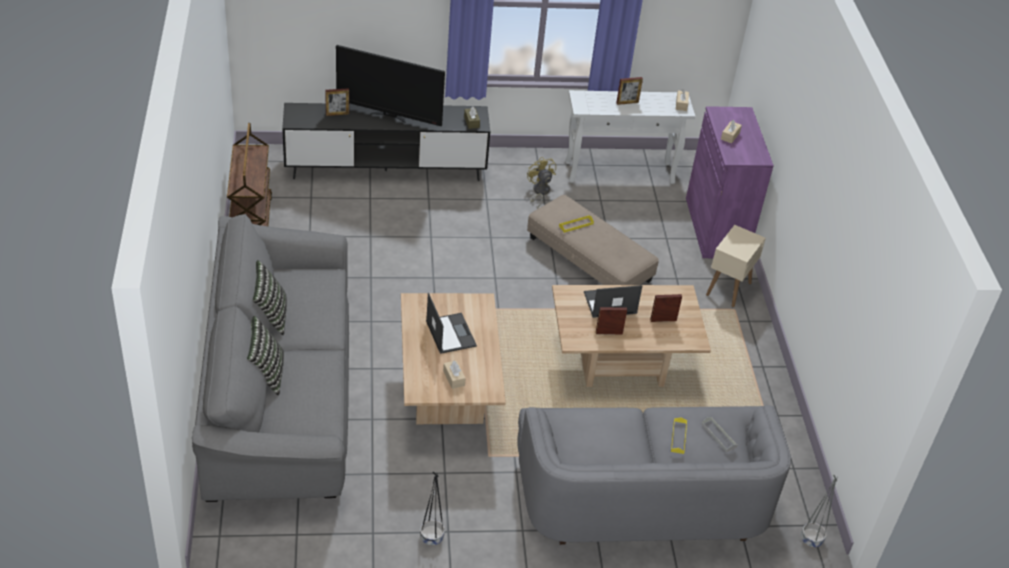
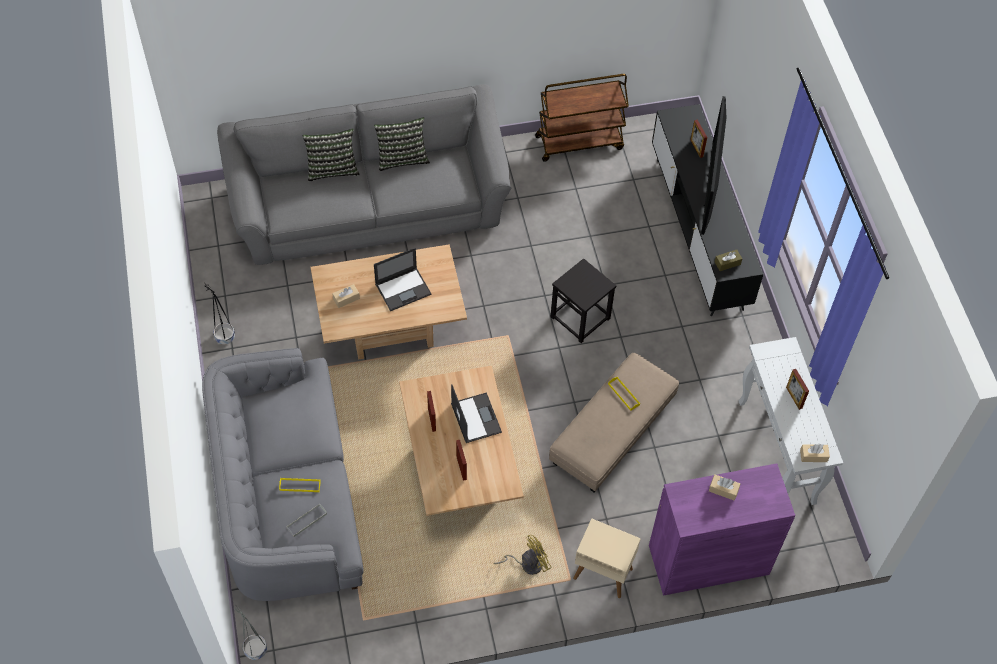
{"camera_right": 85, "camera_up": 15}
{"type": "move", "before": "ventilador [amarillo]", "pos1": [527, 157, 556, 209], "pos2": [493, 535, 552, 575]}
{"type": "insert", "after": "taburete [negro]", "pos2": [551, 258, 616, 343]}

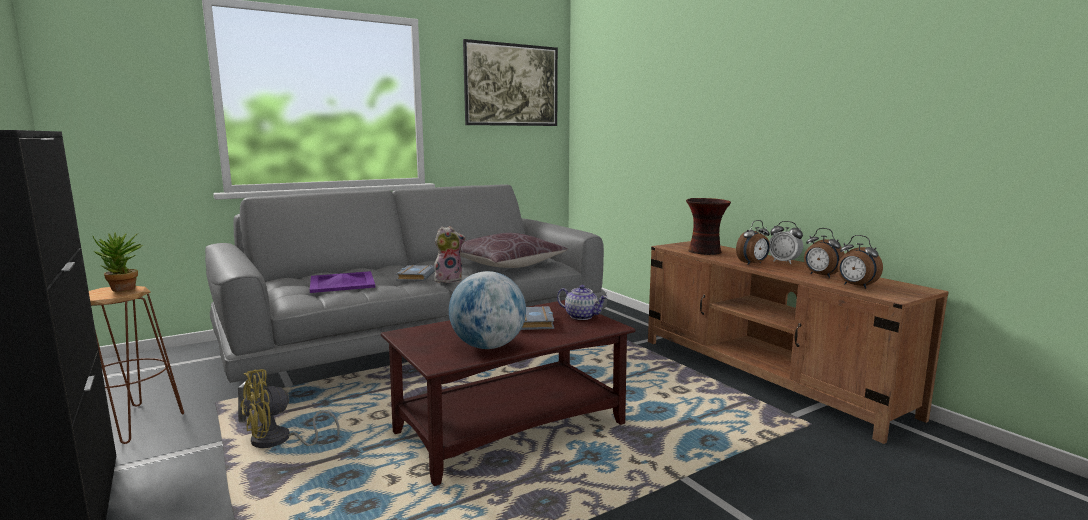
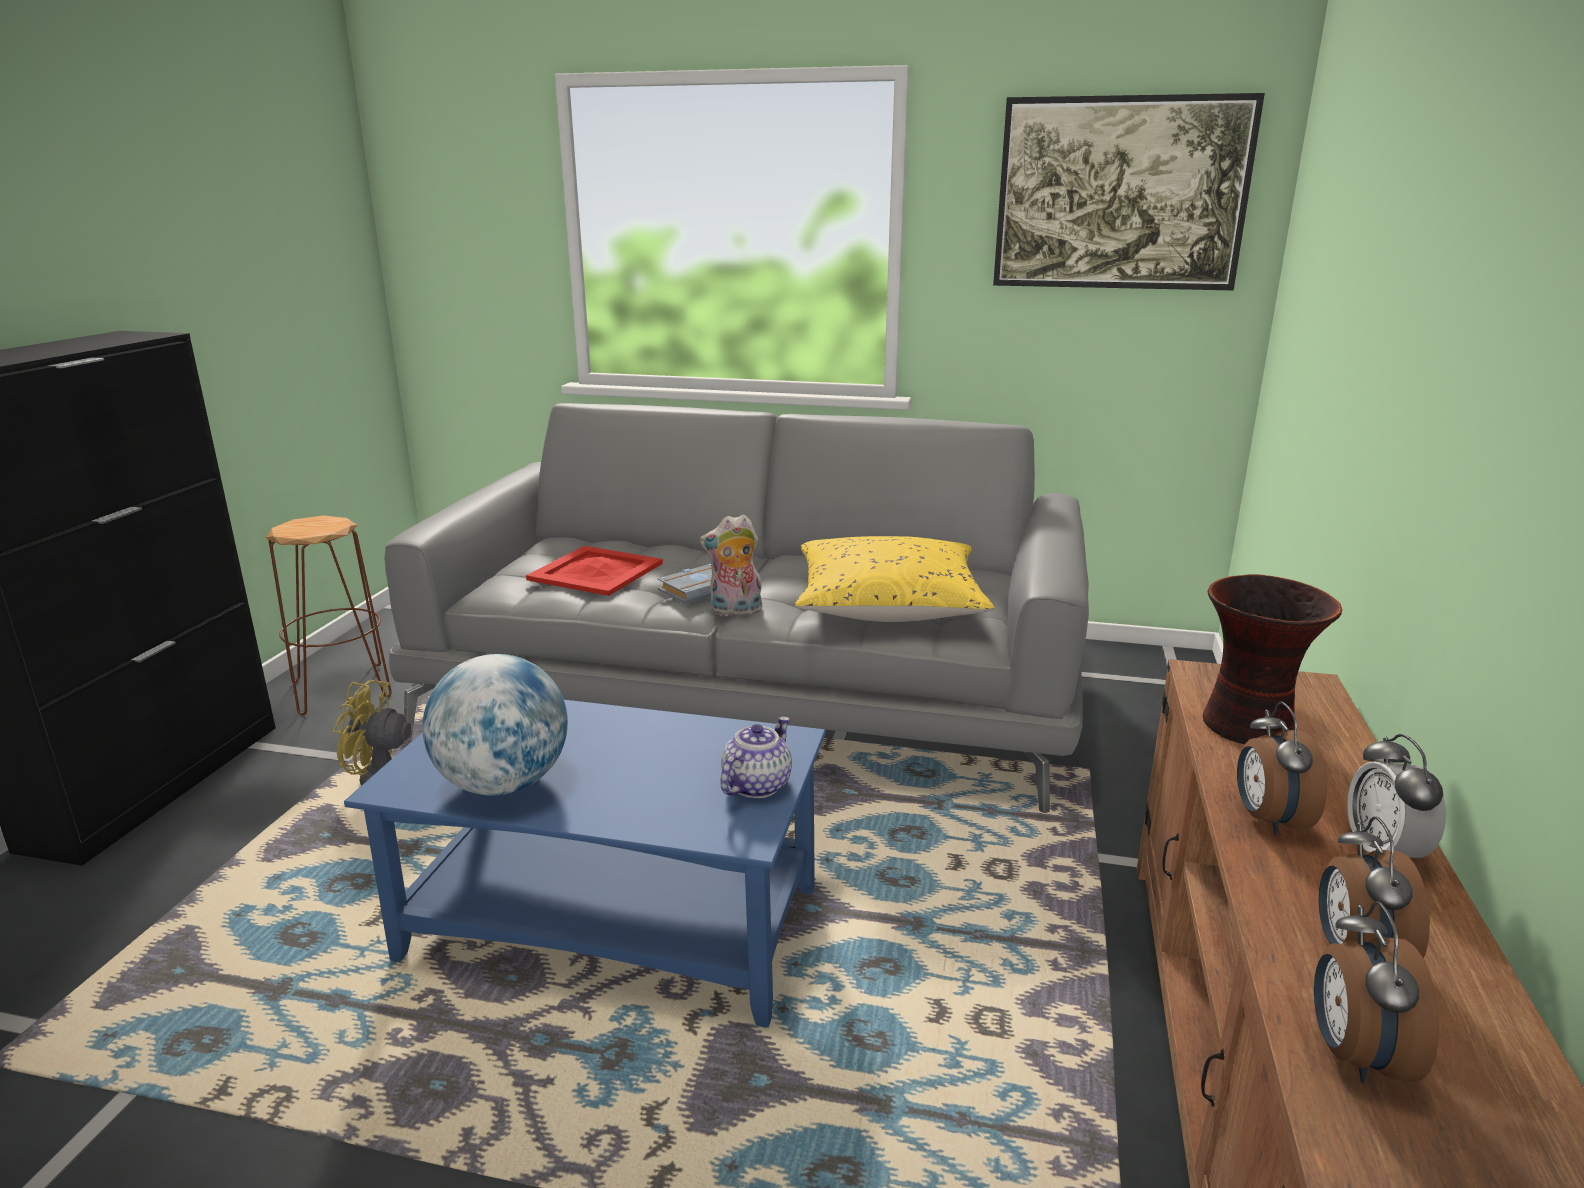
{"camera_right": 45, "camera_up": 10}
{"type": "recolor", "before": "mesa de centro [marrón]", "after": "mesa de centro [azul]", "pos1": [381, 300, 635, 486], "pos2": [344, 700, 826, 1028]}
{"type": "recolor", "before": "bandeja [morado]", "after": "bandeja [rojo]", "pos1": [310, 271, 376, 293], "pos2": [526, 546, 663, 596]}
{"type": "rotate", "before": "peluche", "pos1": [434, 226, 466, 283], "pos2": [700, 514, 762, 616], "turn": 150}
{"type": "rotate", "before": "tetera", "pos1": [557, 285, 608, 320], "pos2": [721, 717, 792, 798], "turn": -135}
{"type": "recolor", "before": "cojín [marrón]", "after": "cojín [amarillo]", "pos1": [461, 233, 568, 268], "pos2": [795, 536, 994, 622]}
{"type": "rotate", "before": "despertador", "pos1": [736, 220, 770, 265], "pos2": [1237, 702, 1327, 835], "turn": 75}
{"type": "delete", "before": "planta en maceta", "pos1": [93, 232, 143, 292]}
{"type": "delete", "before": "libro [gris]", "pos1": [521, 306, 554, 330]}

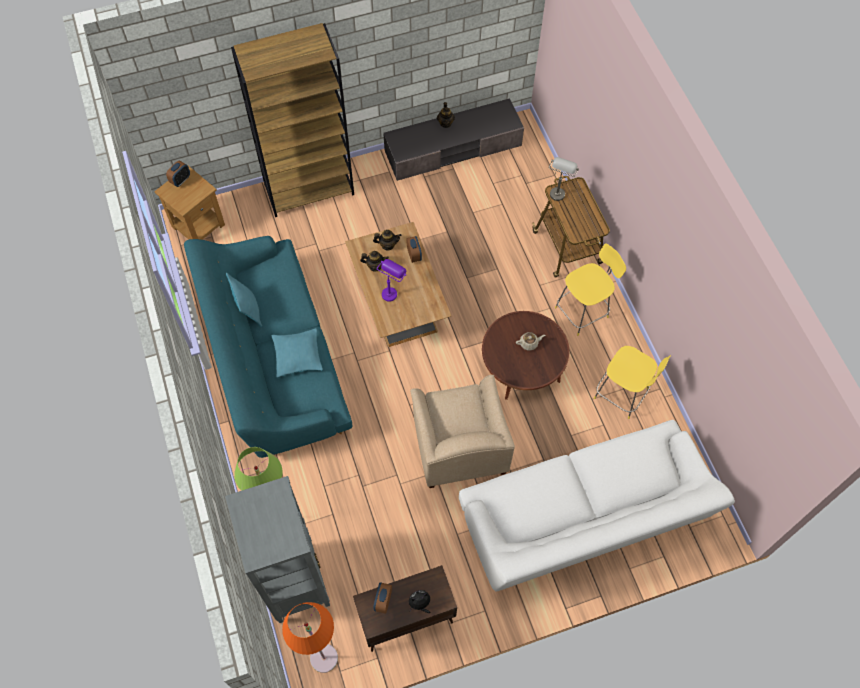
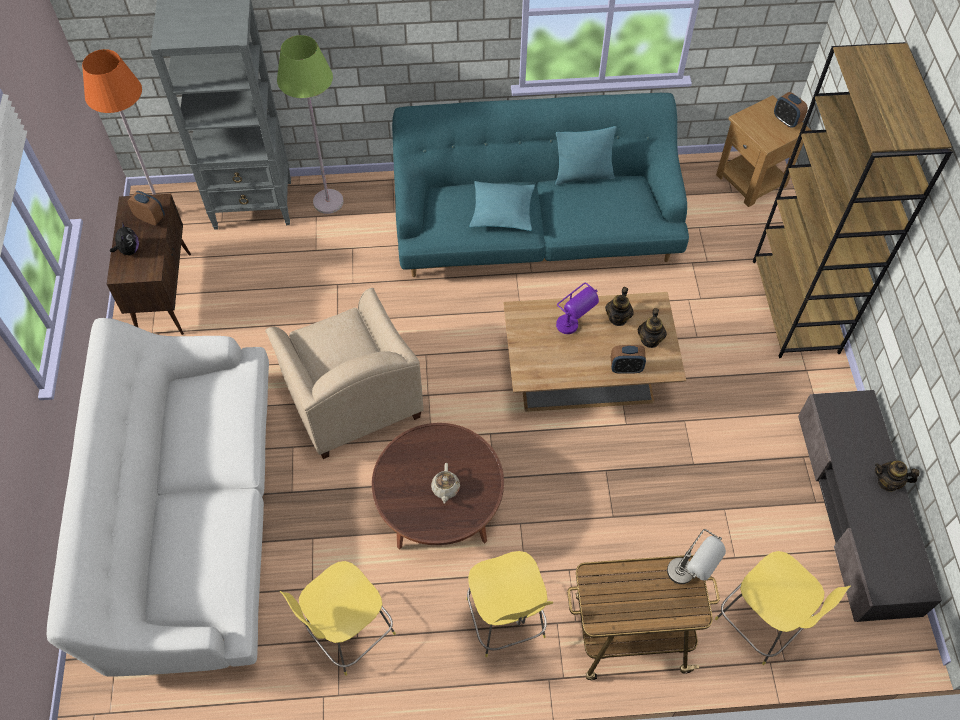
{"camera_right": 105, "camera_up": -5}
{"type": "rotate", "before": "sillón [beis]", "pos1": [410, 375, 515, 488], "pos2": [265, 288, 424, 459], "turn": -120}
{"type": "insert", "after": "taburete [amarillo]", "pos2": [715, 551, 851, 665]}

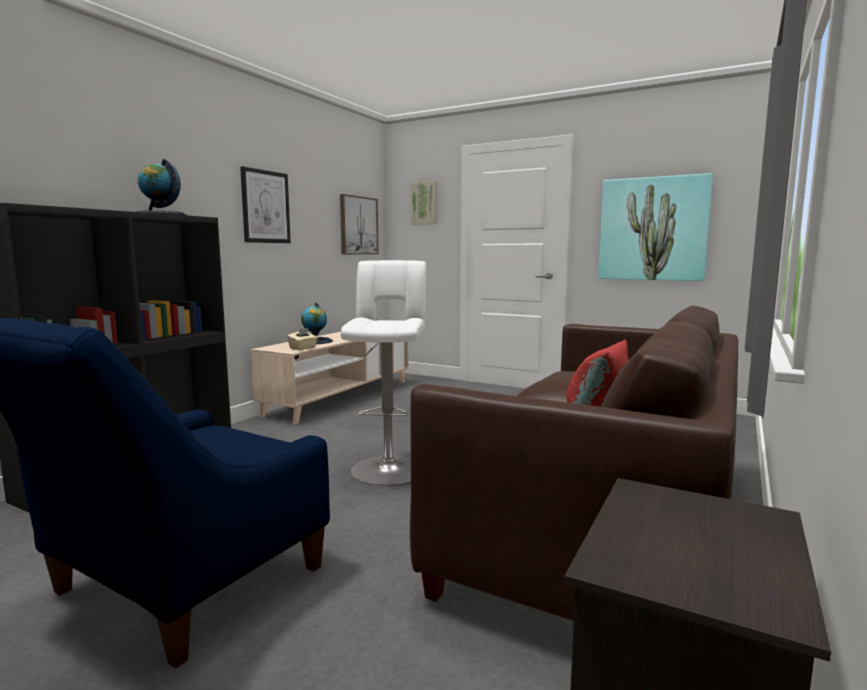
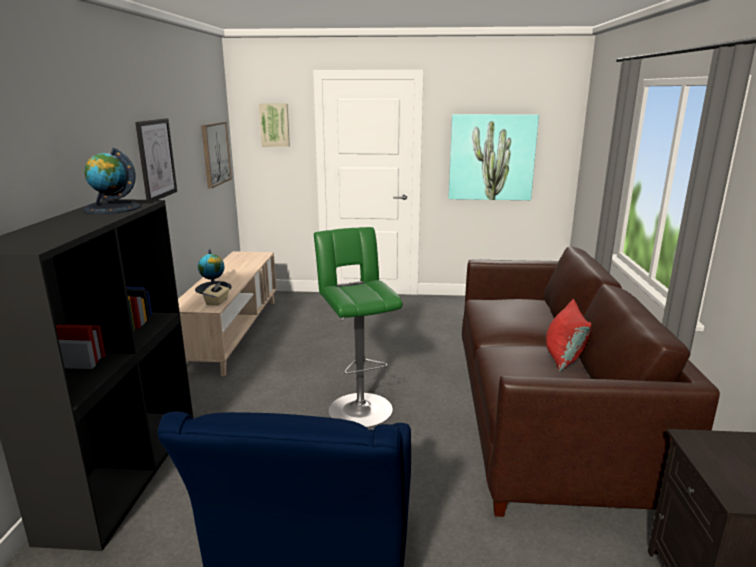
{"camera_right": -25, "camera_up": 10}
{"type": "recolor", "before": "taburete [blanco]", "after": "taburete [verde]", "pos1": [341, 260, 426, 485], "pos2": [314, 227, 403, 428]}

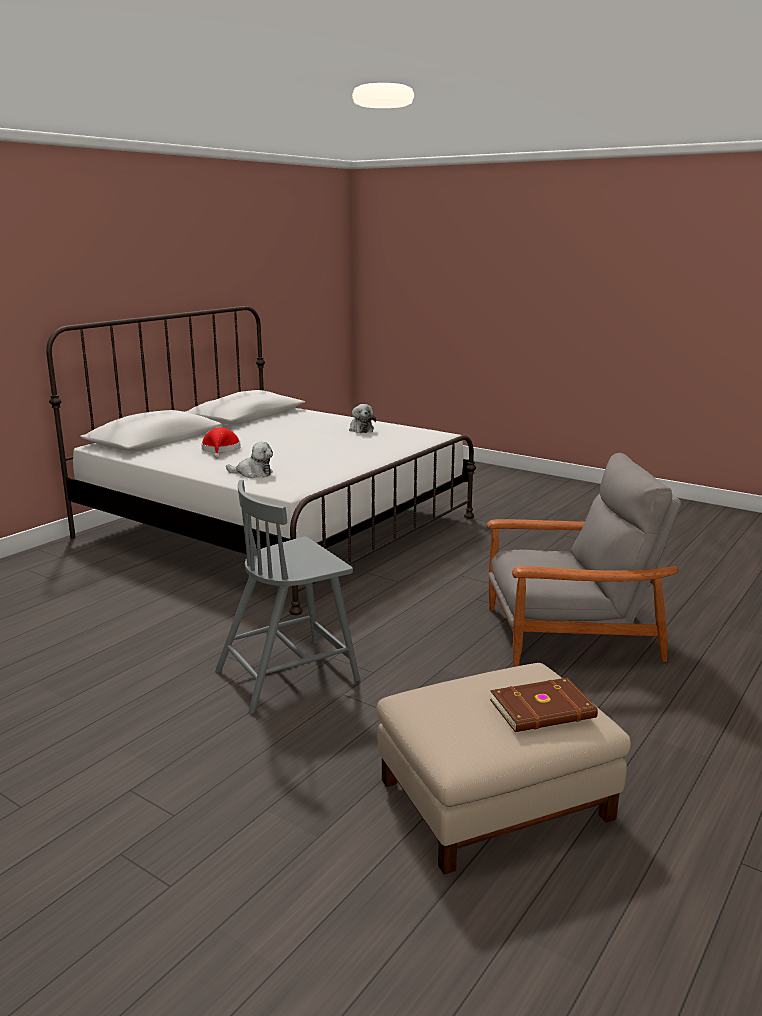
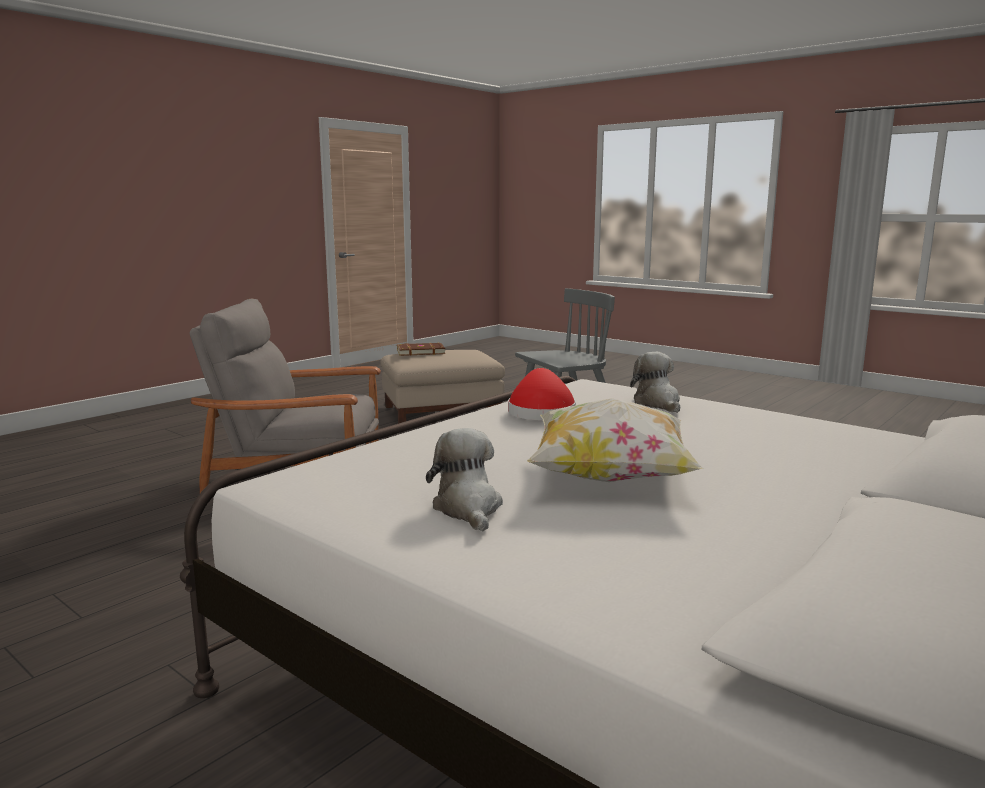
{"camera_right": -175, "camera_up": -5}
{"type": "move", "before": "sombrero [rojo]", "pos1": [201, 427, 241, 459], "pos2": [508, 368, 576, 420]}
{"type": "insert", "after": "cojín", "pos2": [527, 398, 704, 482]}
{"type": "rotate", "before": "peluche", "pos1": [226, 441, 273, 478], "pos2": [630, 352, 680, 413], "turn": 60}

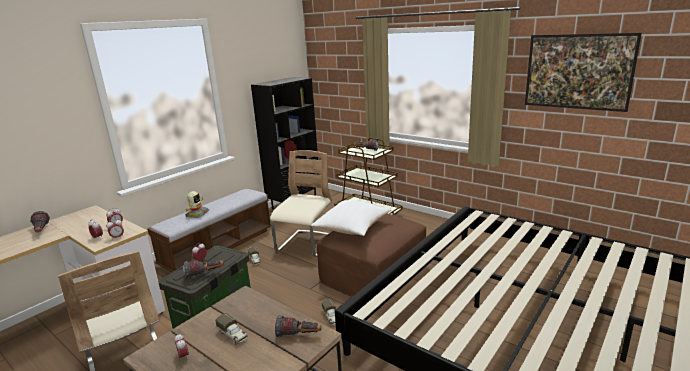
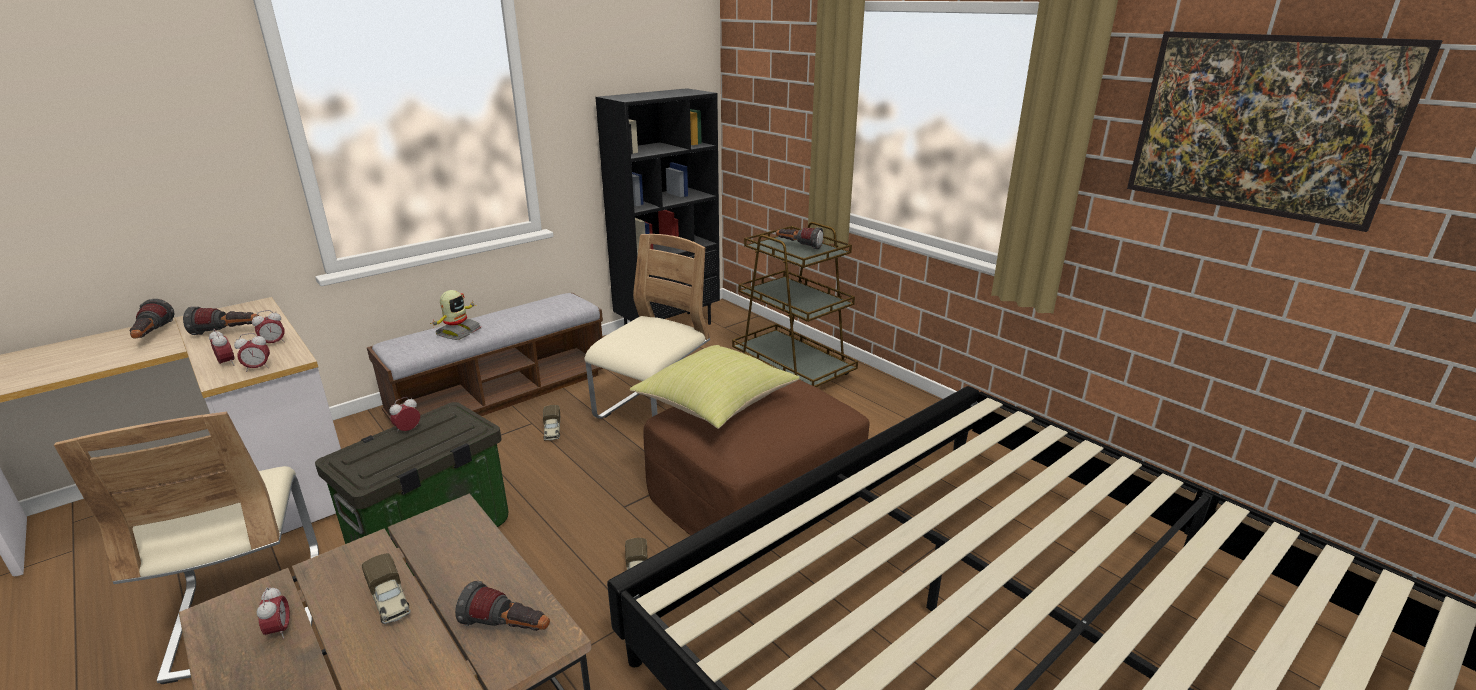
{"camera_right": 10, "camera_up": 5}
{"type": "move", "before": "linterna", "pos1": [183, 260, 224, 279], "pos2": [183, 307, 259, 335]}
{"type": "recolor", "before": "cojín [blanco]", "after": "cojín [amarillo]", "pos1": [311, 200, 391, 236], "pos2": [630, 345, 799, 429]}

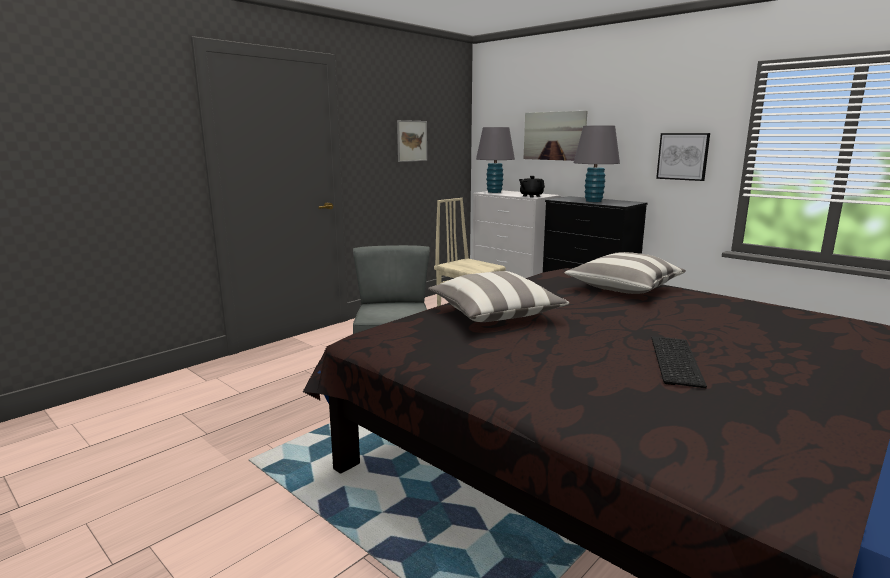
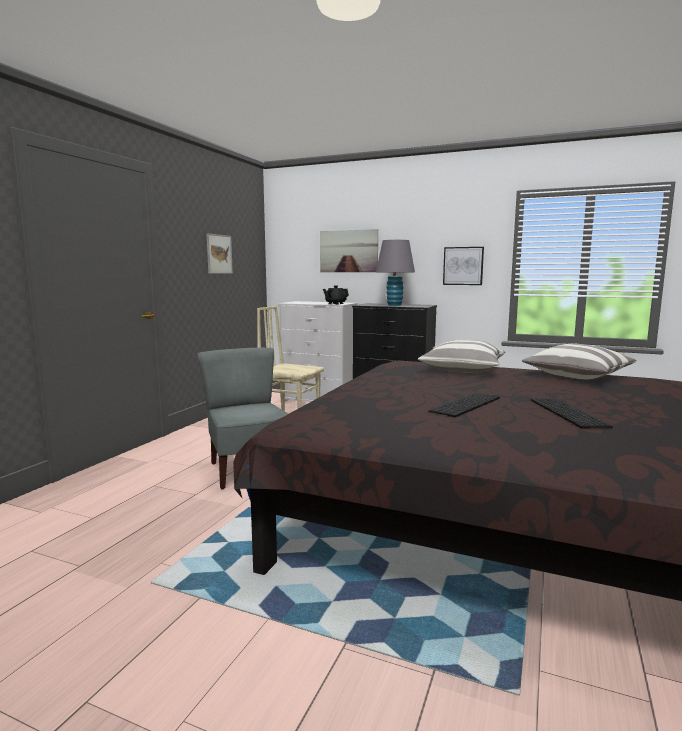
{"camera_right": -20, "camera_up": -5}
{"type": "insert", "after": "teclado", "pos2": [428, 393, 500, 417]}
{"type": "move", "before": "cojín", "pos1": [428, 271, 569, 322], "pos2": [522, 343, 637, 380]}
{"type": "delete", "before": "lámpara de mesa [gris]", "pos1": [476, 127, 515, 193]}

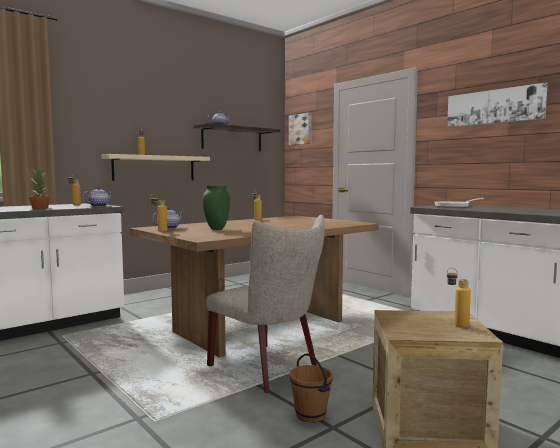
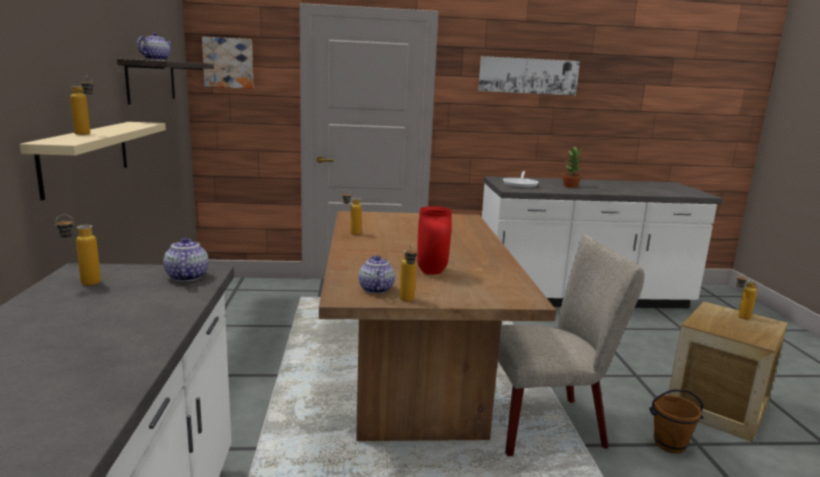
{"camera_right": -55, "camera_up": 10}
{"type": "recolor", "before": "florero [verde]", "after": "florero [rojo]", "pos1": [203, 186, 230, 230], "pos2": [417, 206, 452, 275]}
{"type": "move", "before": "planta en maceta", "pos1": [28, 169, 51, 209], "pos2": [562, 146, 582, 188]}

